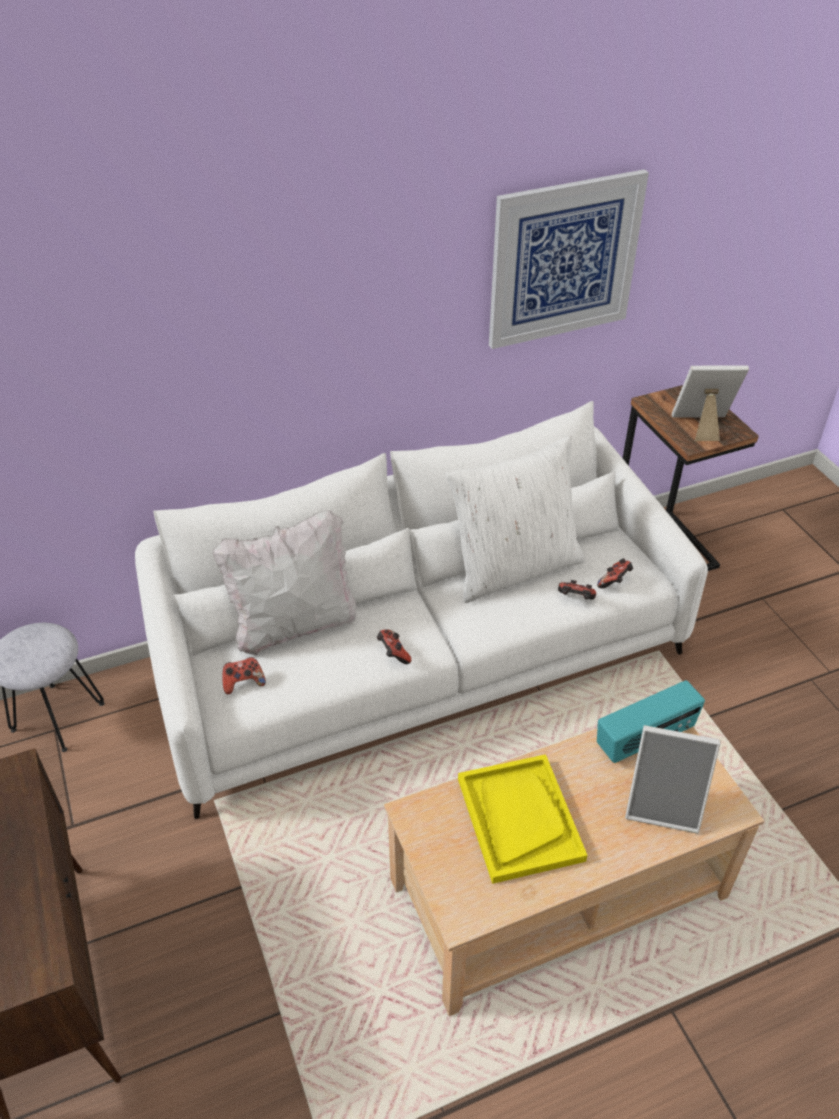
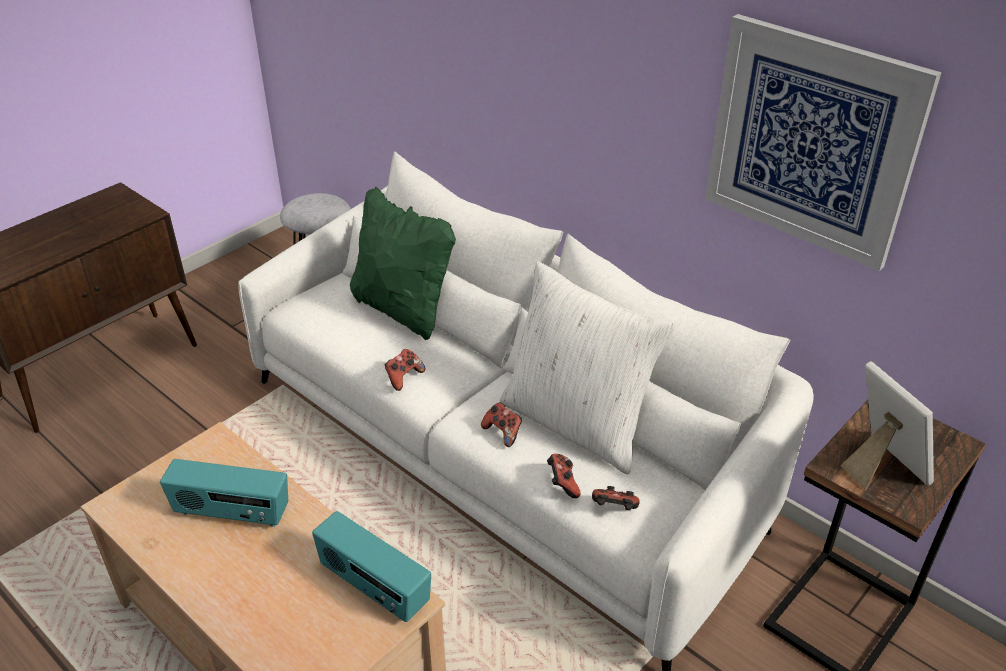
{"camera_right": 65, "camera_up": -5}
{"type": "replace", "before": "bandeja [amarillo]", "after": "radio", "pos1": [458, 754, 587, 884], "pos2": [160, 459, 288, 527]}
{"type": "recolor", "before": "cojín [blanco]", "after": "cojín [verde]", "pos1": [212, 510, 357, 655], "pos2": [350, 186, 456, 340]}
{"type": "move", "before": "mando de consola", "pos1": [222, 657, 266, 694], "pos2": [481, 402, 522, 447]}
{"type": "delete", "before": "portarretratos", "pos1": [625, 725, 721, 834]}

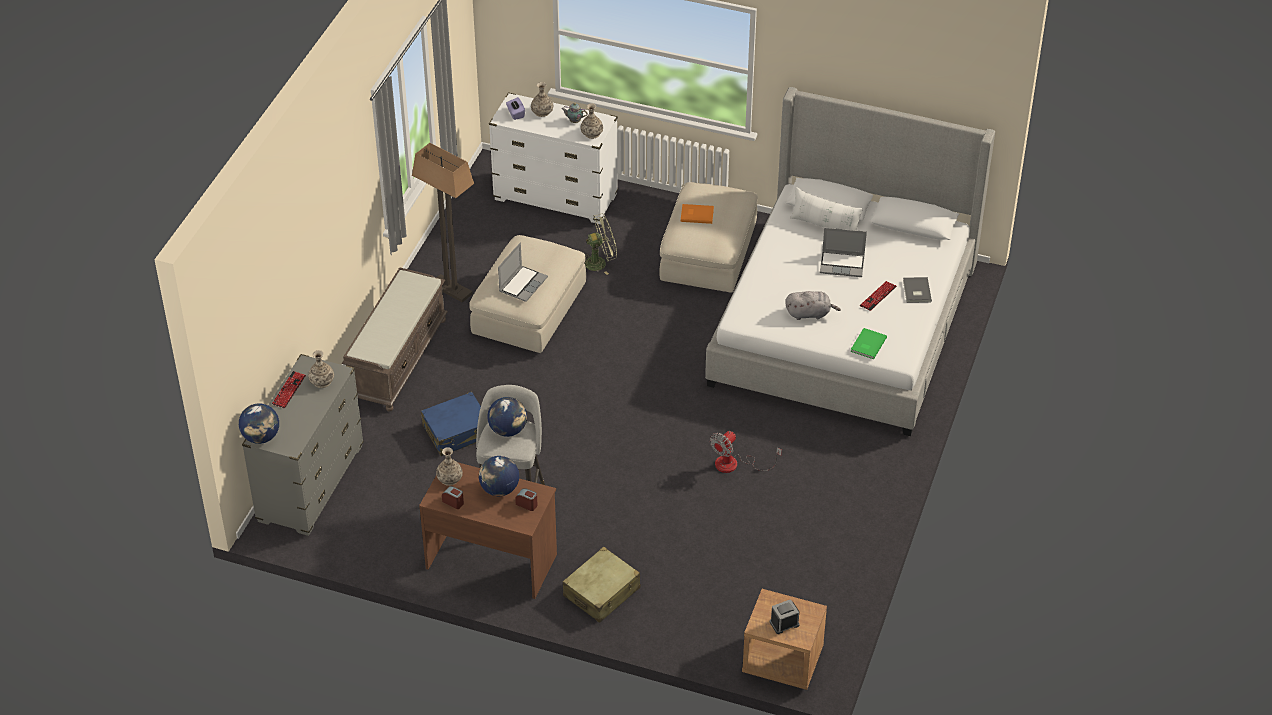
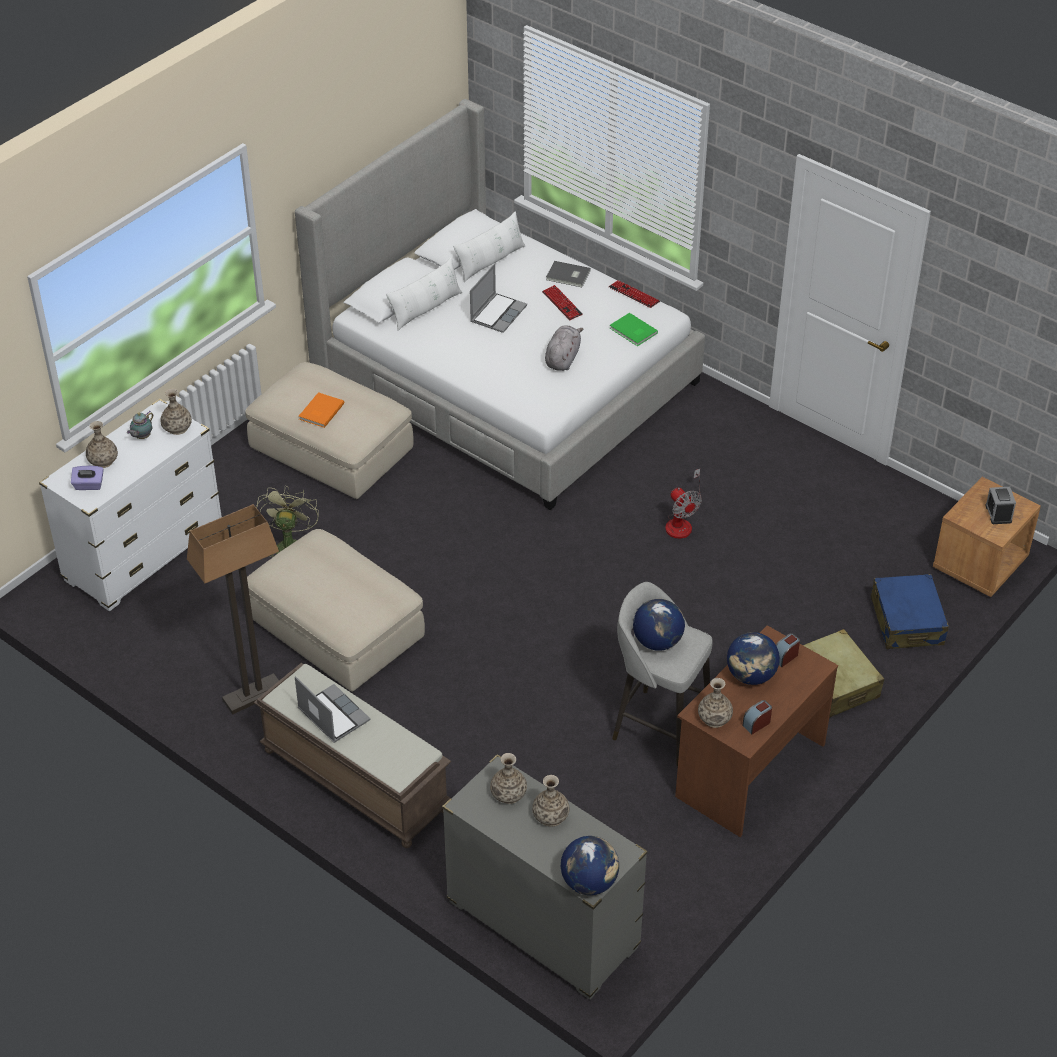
{"camera_right": -70, "camera_up": 0}
{"type": "move", "before": "portátil", "pos1": [498, 243, 548, 302], "pos2": [295, 676, 370, 743]}
{"type": "insert", "after": "cojín [blanco]", "pos2": [453, 211, 525, 282]}
{"type": "insert", "after": "florero", "pos2": [532, 775, 569, 826]}
{"type": "move", "before": "teclado", "pos1": [272, 371, 306, 409], "pos2": [609, 280, 660, 308]}
{"type": "move", "before": "maleta [azul]", "pos1": [421, 392, 481, 456], "pos2": [871, 574, 949, 649]}

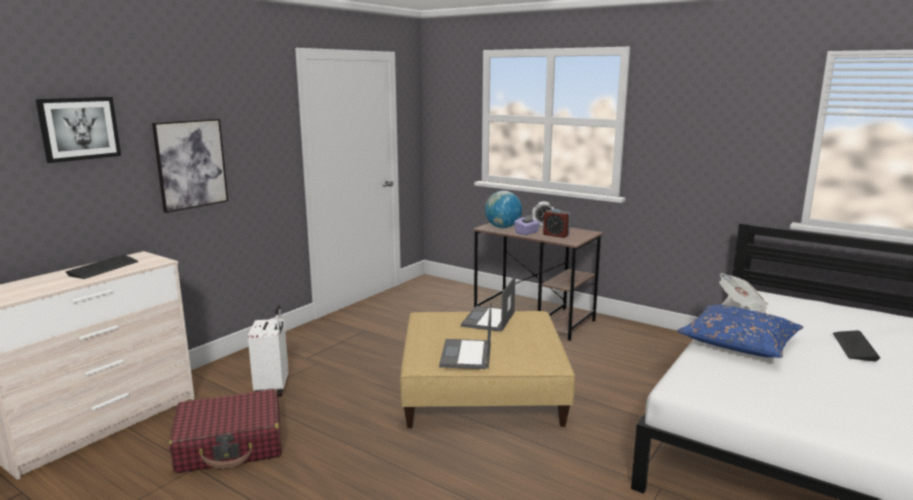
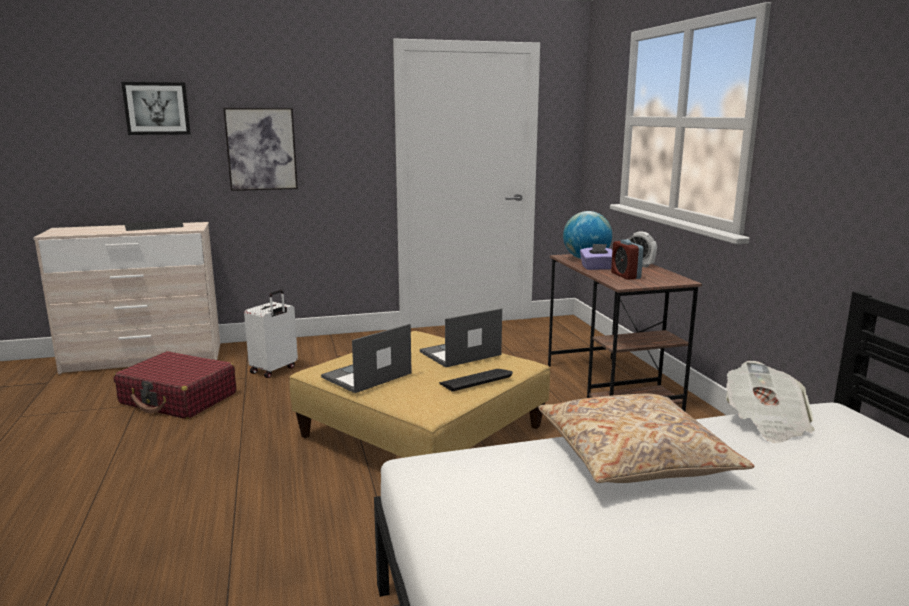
{"camera_right": 40, "camera_up": 0}
{"type": "move", "before": "teclado", "pos1": [833, 330, 880, 362], "pos2": [439, 369, 513, 391]}
{"type": "recolor", "before": "cojín [azul]", "after": "cojín [beis]", "pos1": [677, 305, 803, 358], "pos2": [538, 394, 754, 483]}

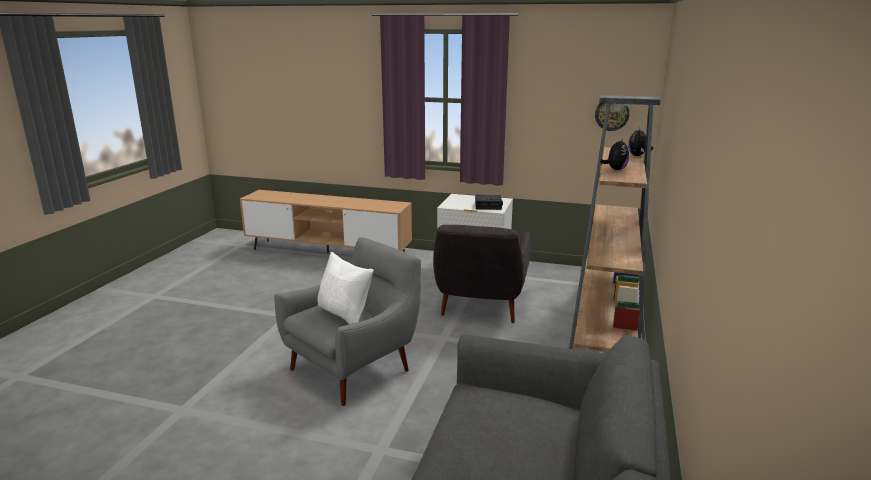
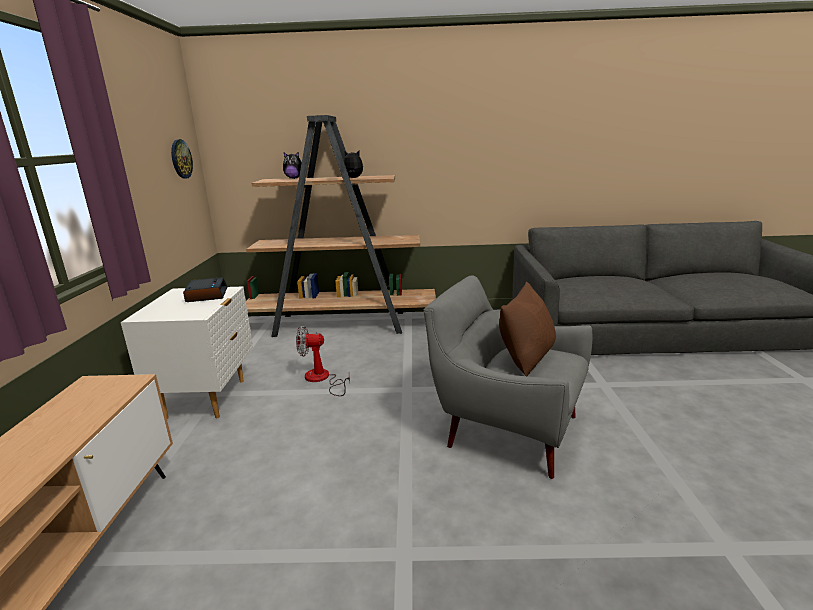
{"camera_right": -105, "camera_up": 0}
{"type": "replace", "before": "sillón [gris]", "after": "ventilador", "pos1": [433, 225, 531, 323], "pos2": [296, 326, 350, 396]}
{"type": "recolor", "before": "cojín [blanco]", "after": "cojín [marrón]", "pos1": [318, 252, 374, 324], "pos2": [499, 282, 556, 376]}

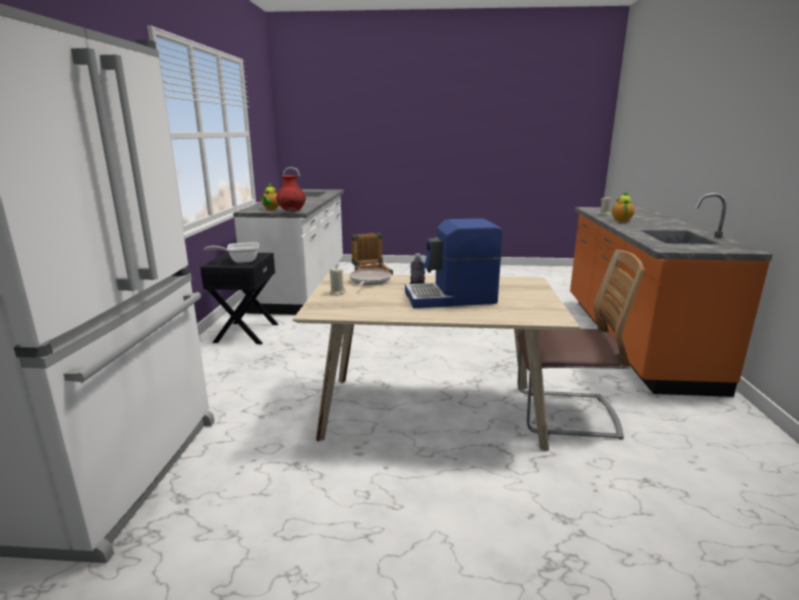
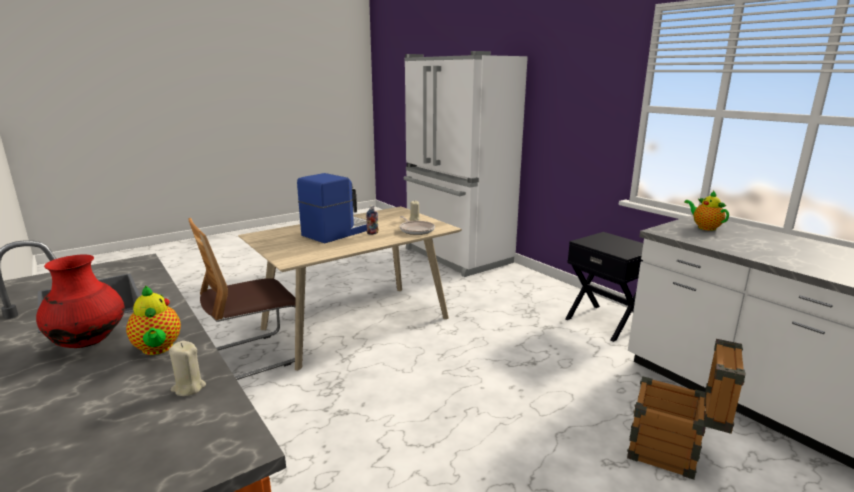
{"camera_right": 140, "camera_up": 0}
{"type": "move", "before": "florero [rojo]", "pos1": [276, 175, 306, 212], "pos2": [36, 254, 124, 348]}
{"type": "delete", "before": "sartén", "pos1": [204, 242, 259, 263]}

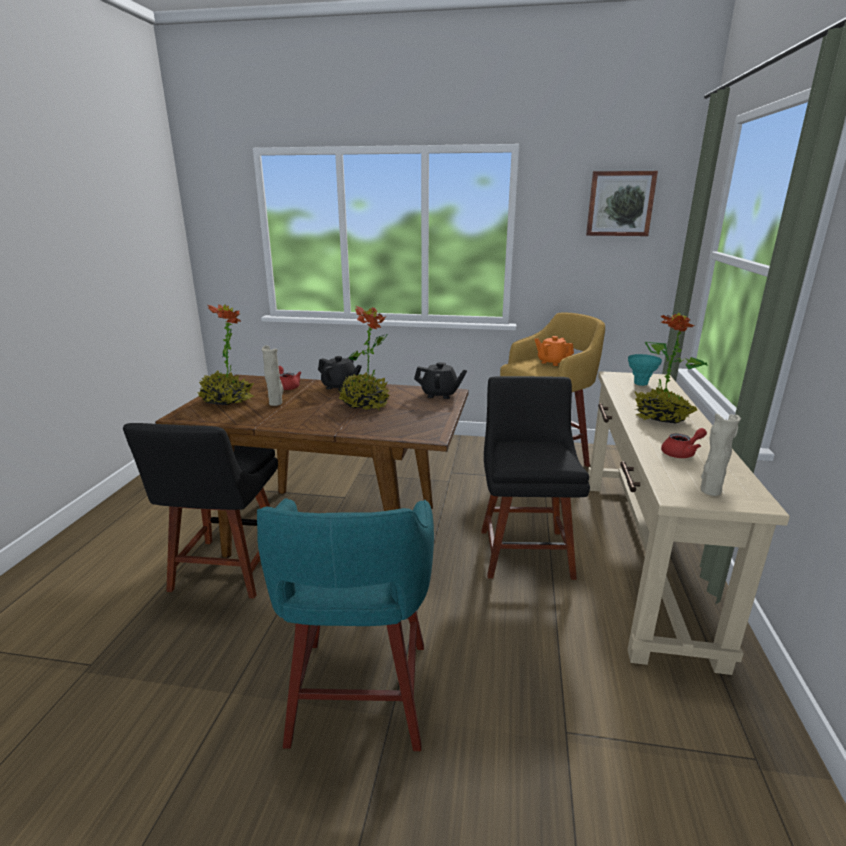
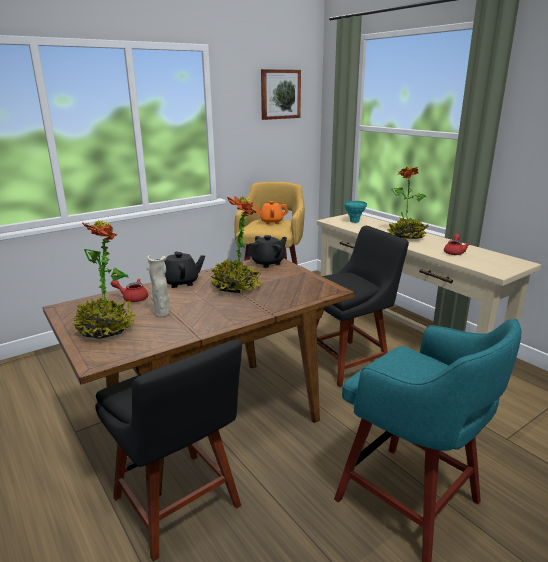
{"camera_right": -45, "camera_up": 0}
{"type": "rotate", "before": "silla [negro]", "pos1": [481, 376, 590, 580], "pos2": [316, 226, 409, 388], "turn": 105}
{"type": "delete", "before": "florero [beis]", "pos1": [701, 414, 741, 496]}

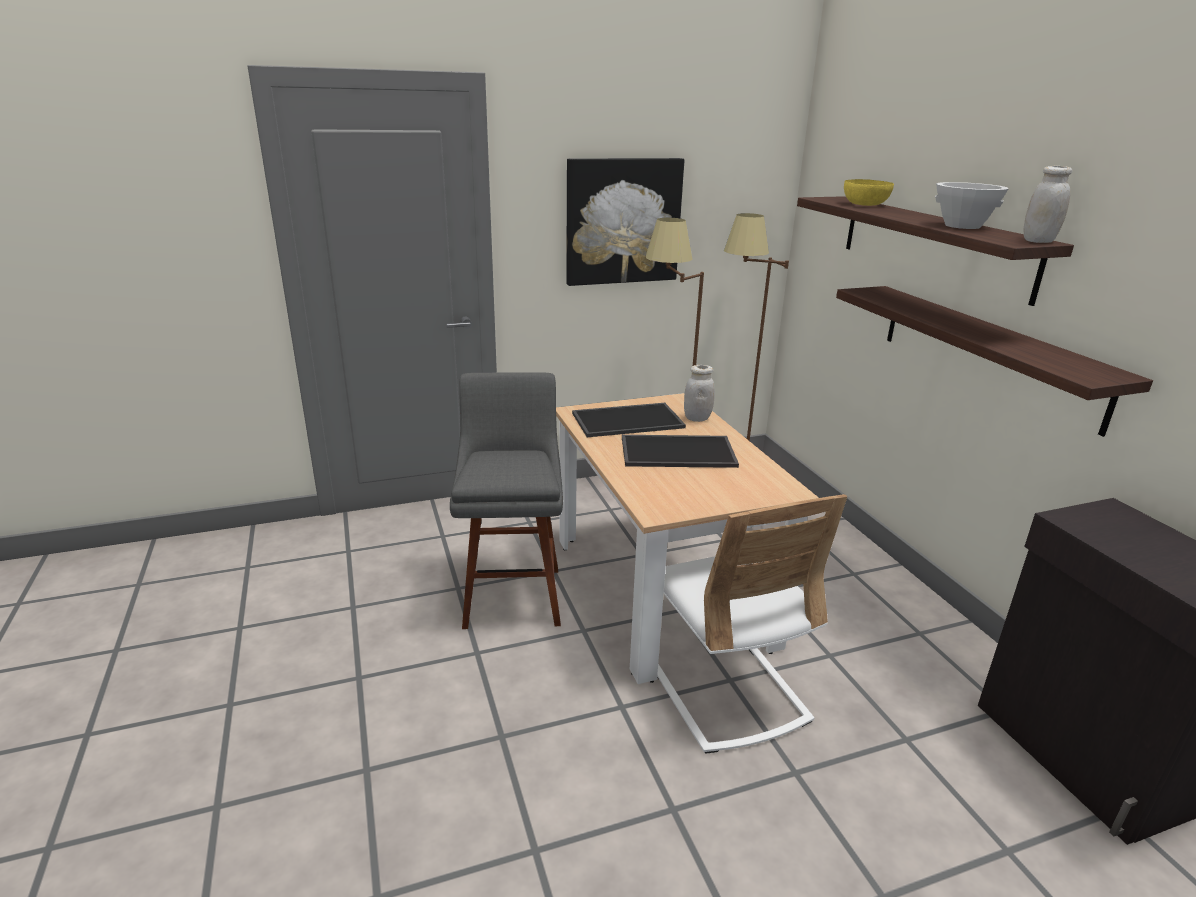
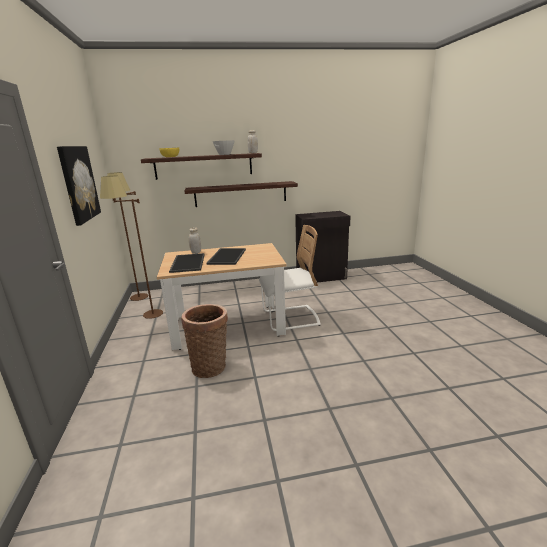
{"camera_right": -80, "camera_up": -5}
{"type": "replace", "before": "taburete [gris]", "after": "cesta", "pos1": [450, 372, 563, 629], "pos2": [181, 304, 228, 378]}

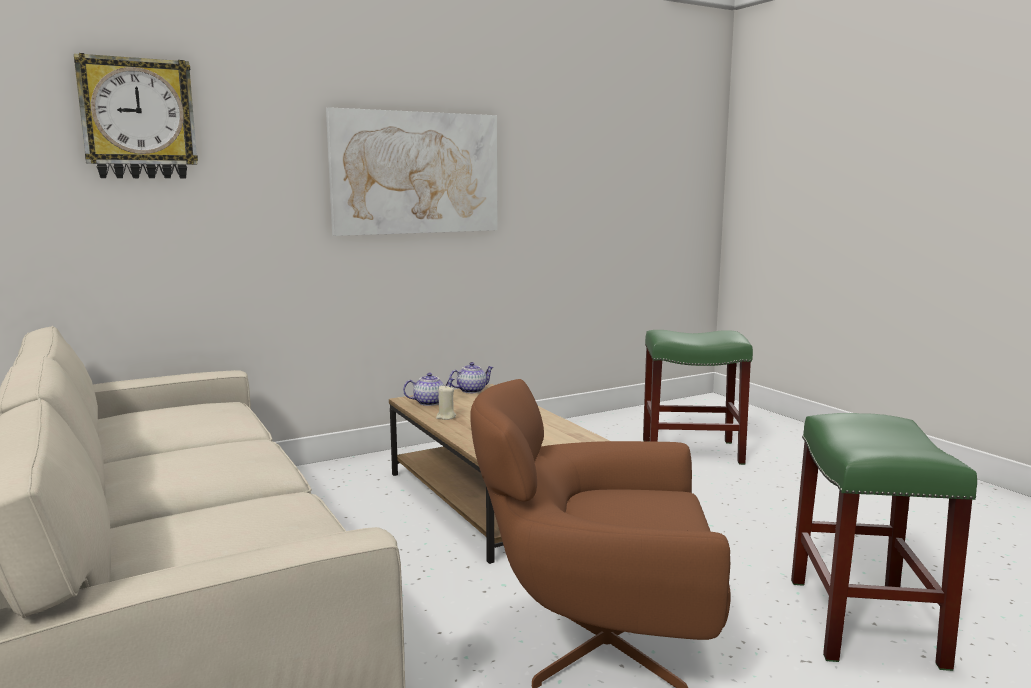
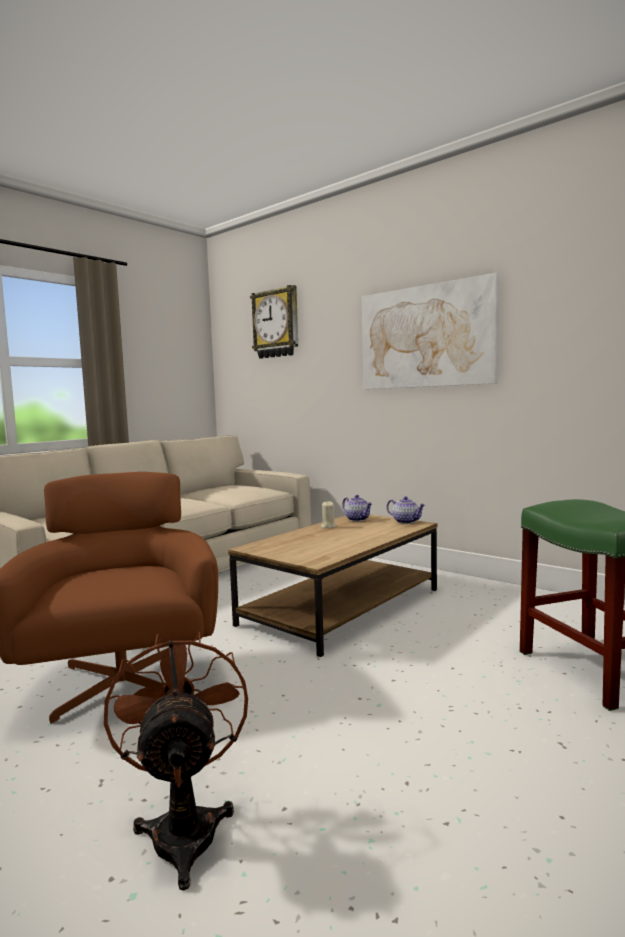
{"camera_right": 70, "camera_up": -5}
{"type": "replace", "before": "taburete [verde]", "after": "ventilador [marrón]", "pos1": [791, 413, 977, 671], "pos2": [104, 632, 248, 891]}

